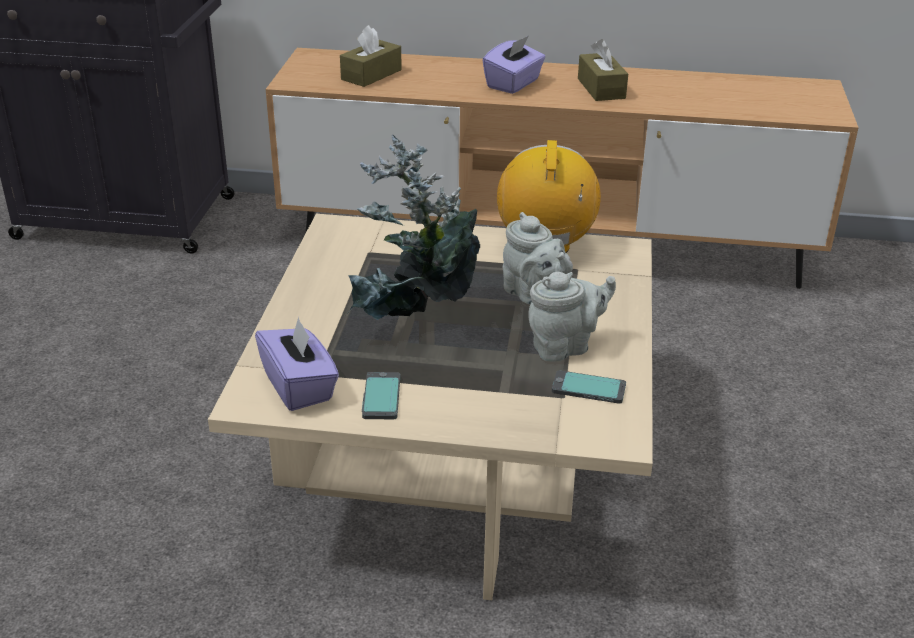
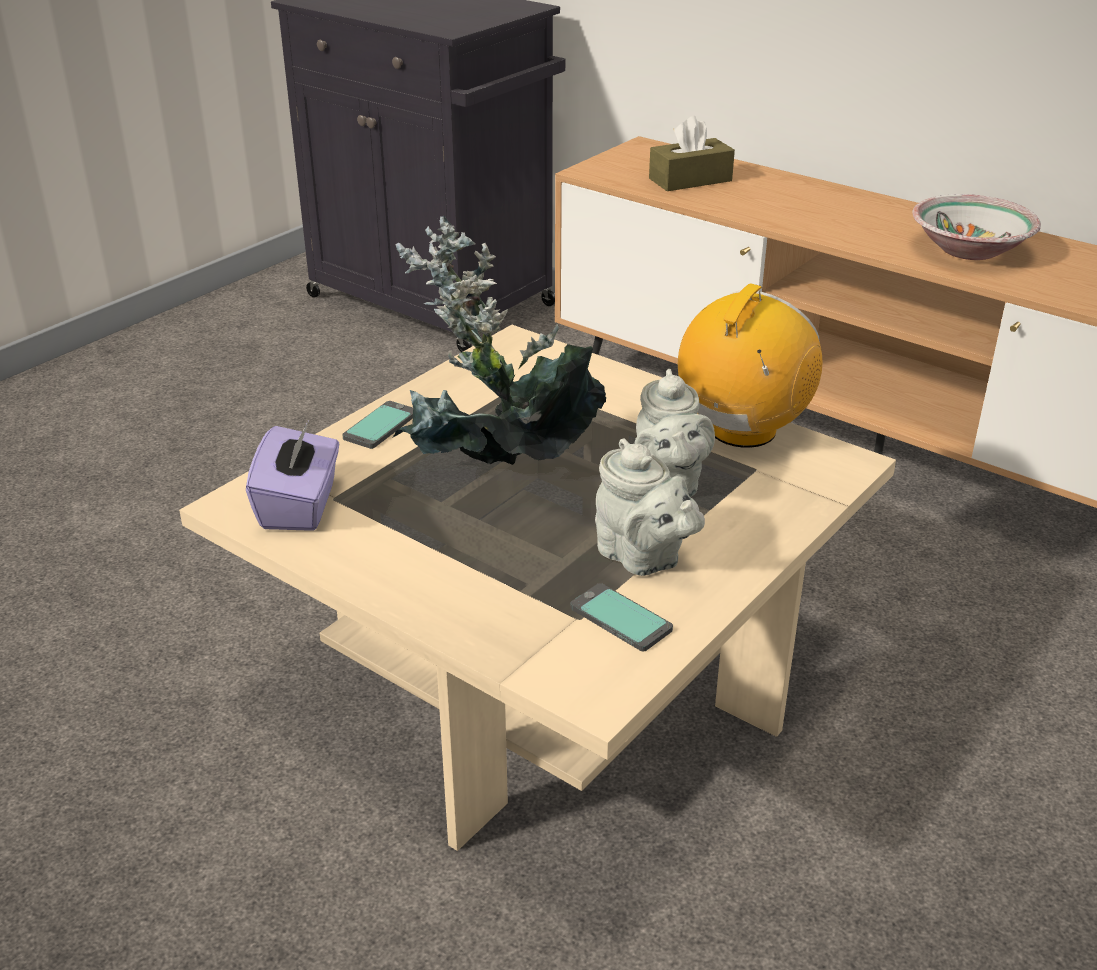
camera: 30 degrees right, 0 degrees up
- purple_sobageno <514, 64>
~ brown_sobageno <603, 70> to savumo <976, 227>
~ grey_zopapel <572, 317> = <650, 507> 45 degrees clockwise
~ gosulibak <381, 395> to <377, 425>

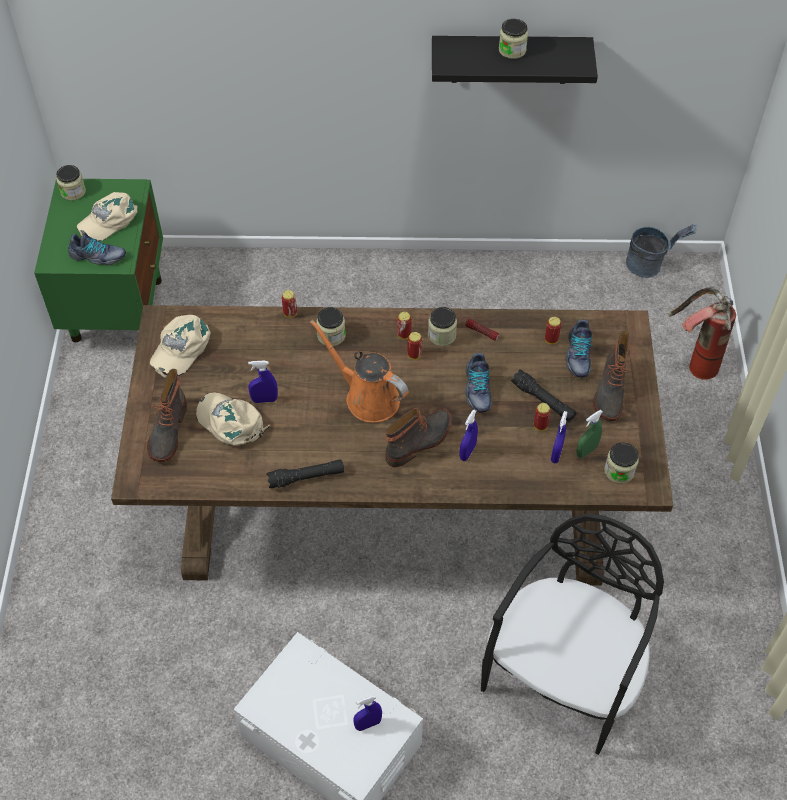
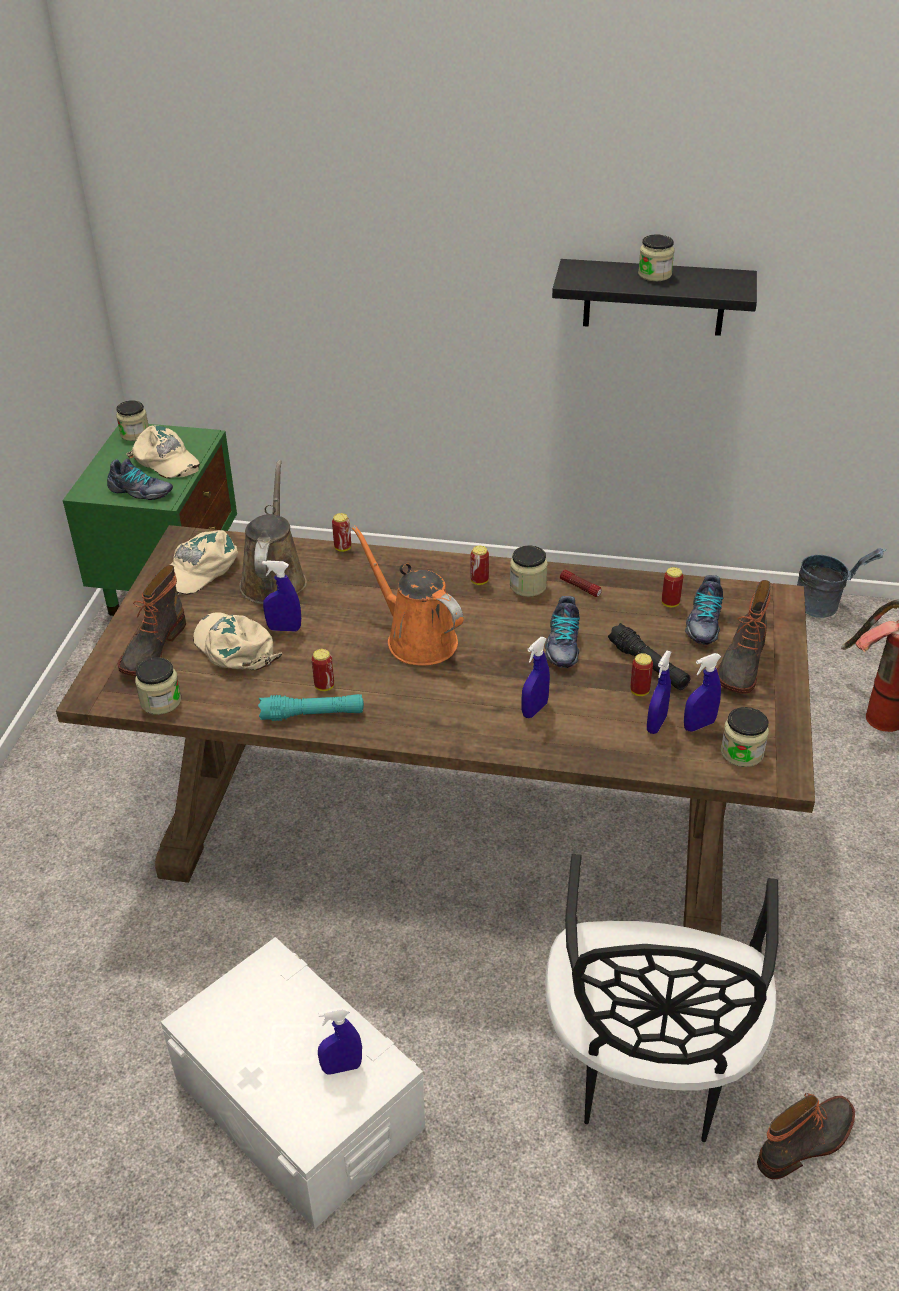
camera: 10 degrees right, 15 degrees down
~ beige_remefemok <107, 216> = <163, 452> 105 degrees counterclockwise
~ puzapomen <331, 326> to <158, 686>
~ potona <414, 346> to <323, 670>
~ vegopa <418, 438> to <806, 1136>
~ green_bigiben <589, 434> to blue_bigiben <702, 692>
~ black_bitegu <305, 473> to turquoise_bitegu <311, 707>
~ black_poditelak <572, 634> = <661, 998> 150 degrees clockwise
+ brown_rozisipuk <273, 532>

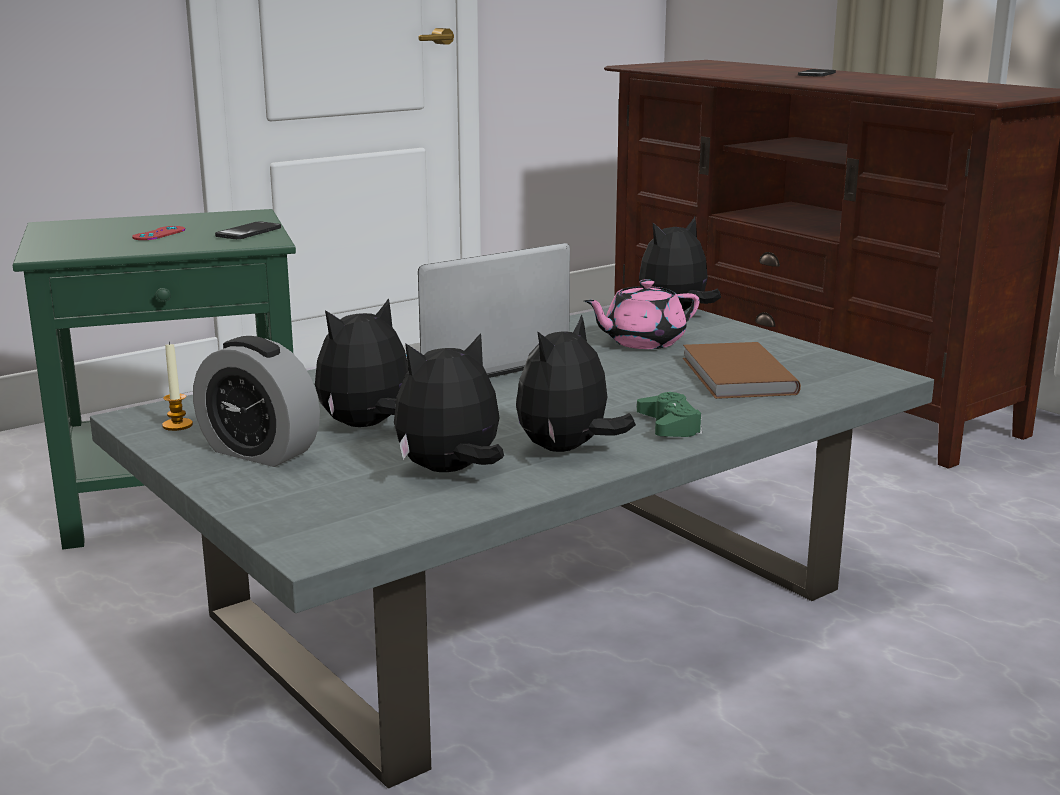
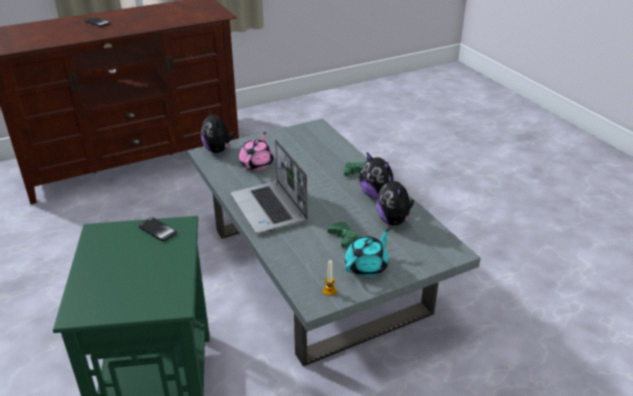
camera: 80 degrees left, 15 degrees up
- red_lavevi <158, 233>
~ pink_zopapel <641, 314> = <256, 151> 150 degrees counterclockwise
~ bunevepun <362, 362> to green_lavevi <342, 235>
~ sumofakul <256, 401> to turquoise_zopapel <367, 253>
- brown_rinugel <742, 370>

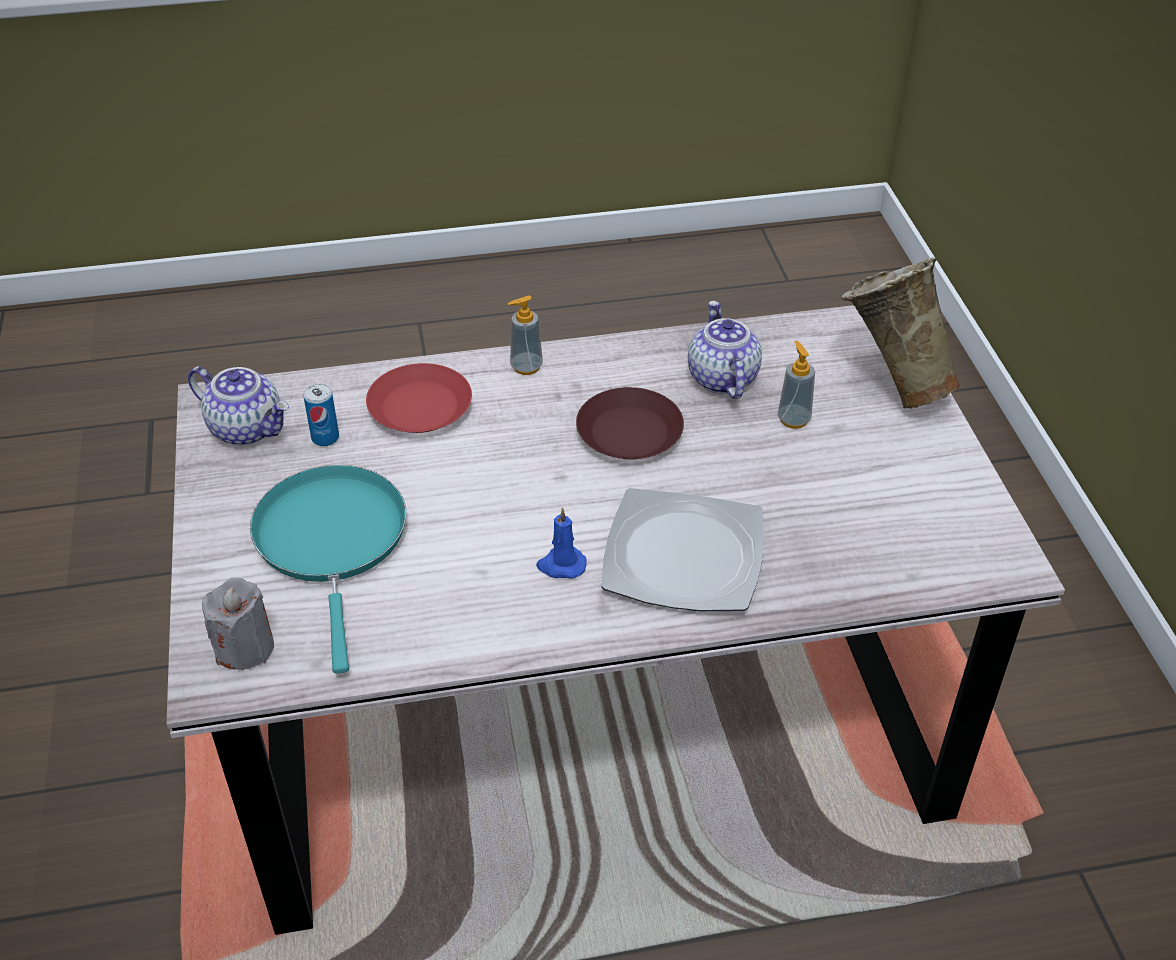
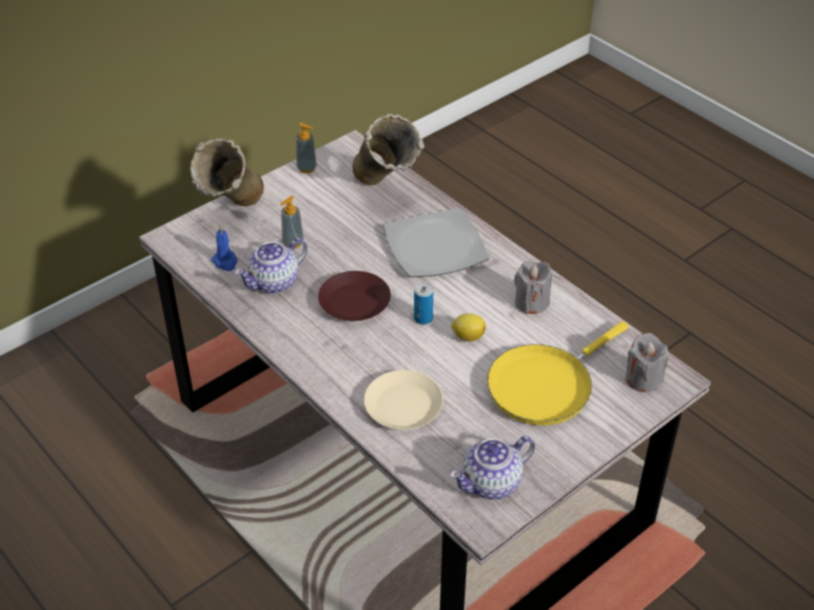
camera: 120 degrees left, 0 degrees up
~ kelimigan <525, 335> to <306, 148>
~ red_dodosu <419, 398> to beige_dodosu <403, 400>
~ zopapel <238, 405> = <492, 468> 120 degrees counterclockwise
~ potona <321, 415> to <423, 304>
~ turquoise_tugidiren <328, 569> to yellow_tugidiren <558, 373>
~ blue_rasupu <561, 543> to <224, 248>
+ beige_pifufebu <388, 150>
+ grey_rasupu <533, 287>
+ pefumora <468, 327>

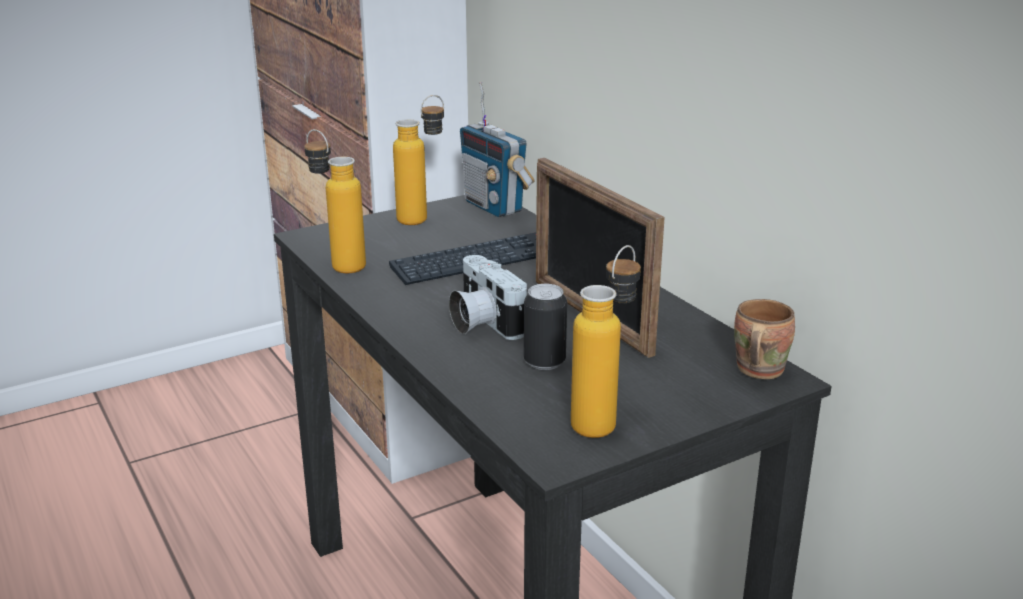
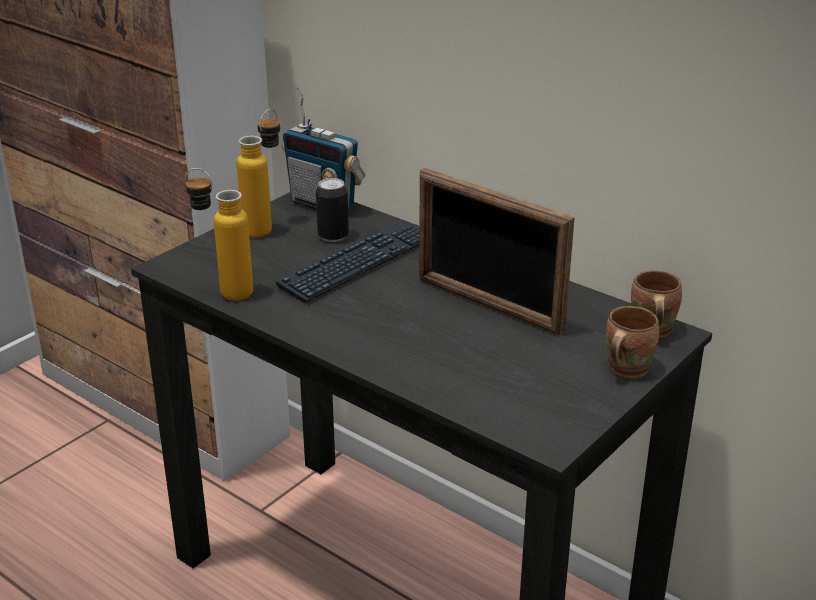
camera: 20 degrees left, 5 degrees up
- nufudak <606, 341>
- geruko <488, 297>
~ potona <545, 327> to <332, 210>
+ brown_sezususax <632, 342>

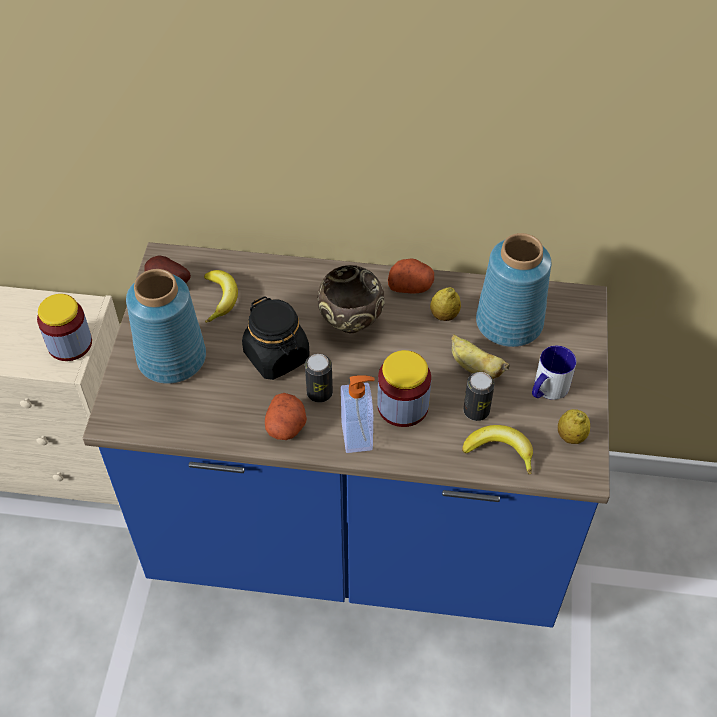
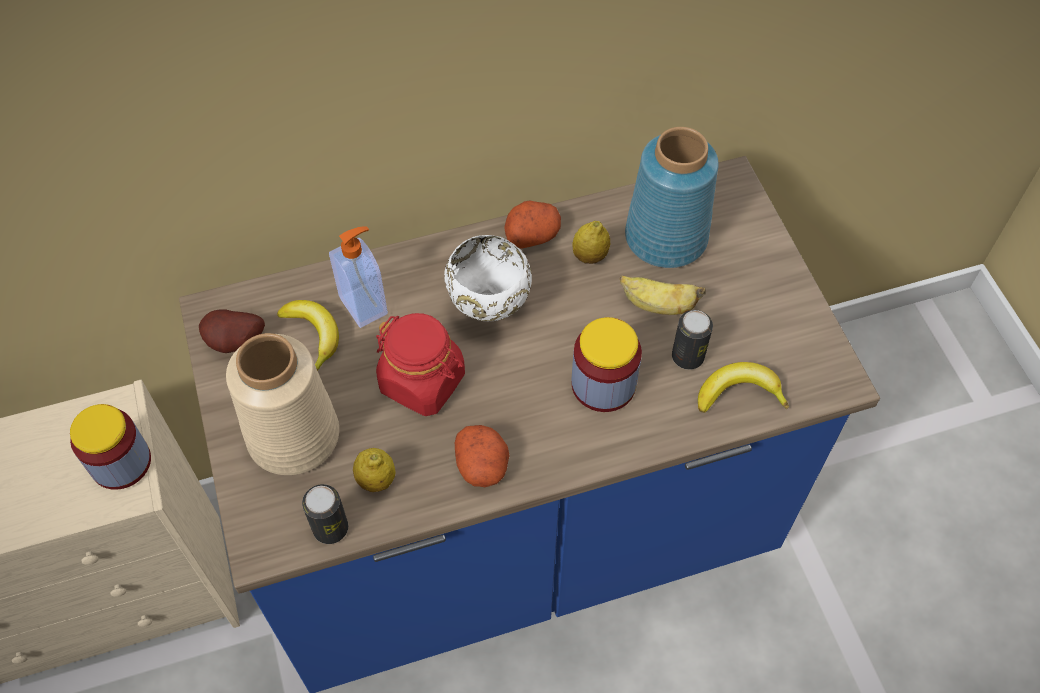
camera: 25 degrees left, 5 degrees up
~ brown_savumo <351, 299> to white_savumo <488, 278>
~ blue_pifufebu <166, 326> to beige_pifufebu <282, 404>
~ black_puzapomen <276, 338> to red_puzapomen <420, 364>
- sezususax <554, 373>
~ potona <319, 378> to <325, 514>
~ kelimigan <358, 414> to <358, 277>
~ pefumora <574, 426> to <374, 470>

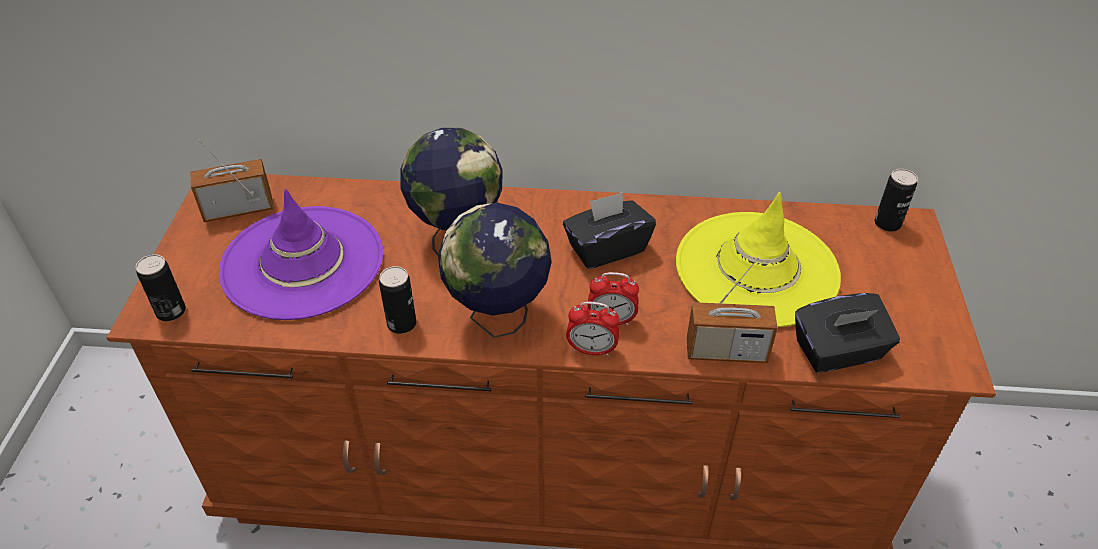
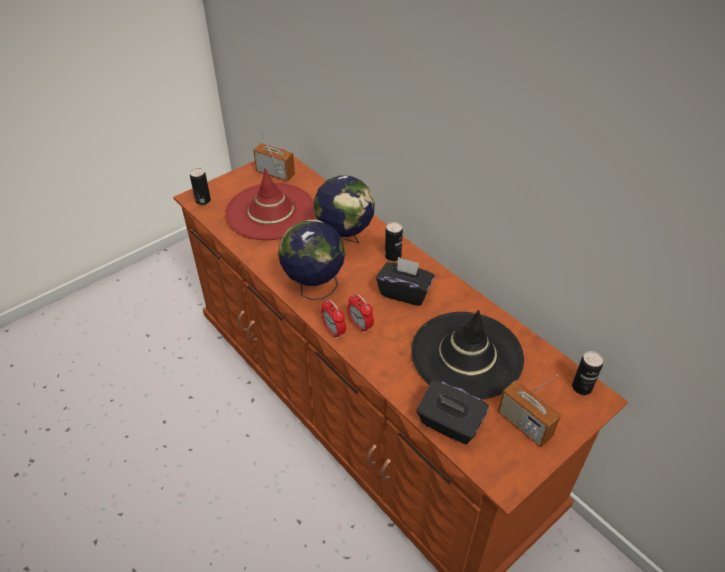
camera: 45 degrees right, 0 degrees up
~ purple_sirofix <301, 254> to red_sirofix <270, 204>
~ yellow_sirofix <758, 259> to black_sirofix <467, 355>
~ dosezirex <732, 310> to <529, 411>
~ potona <397, 300> to <394, 241>

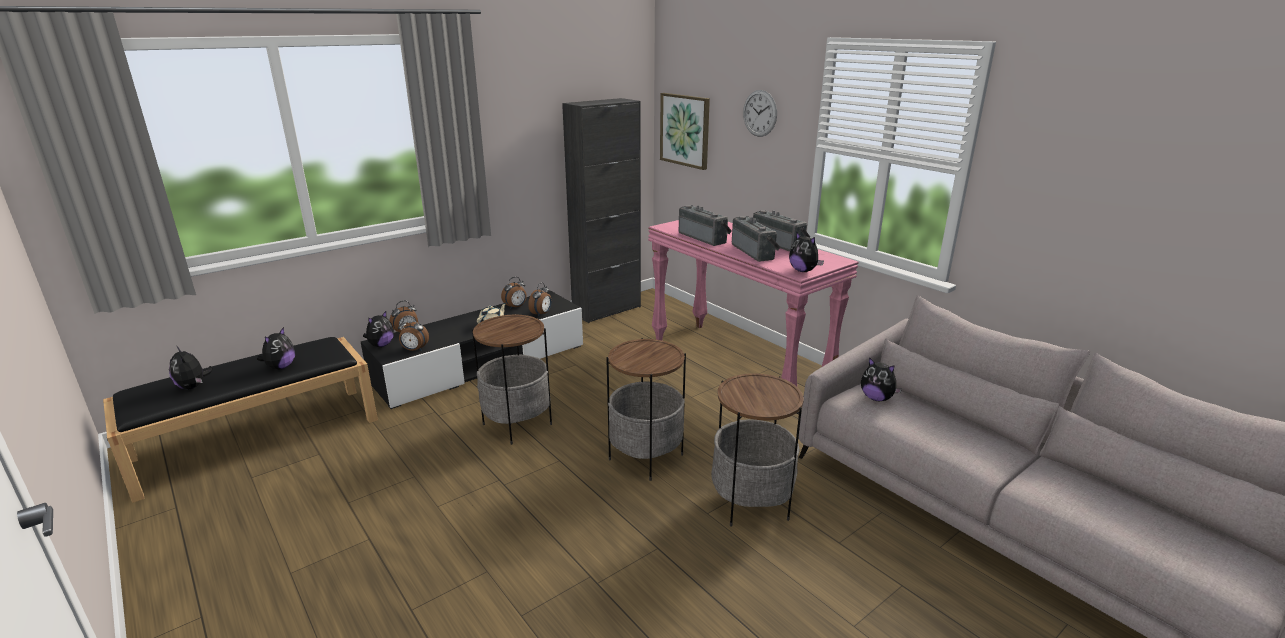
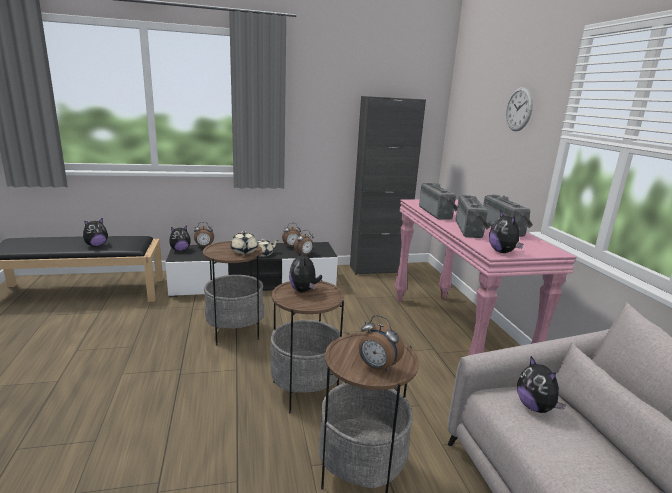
camera: 25 degrees right, 5 degrees down
- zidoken <685, 131>
~ sumofakul <413, 333> to <381, 343>
~ bunevepun <191, 367> to <305, 270>
+ beige_zopapel <244, 242>

